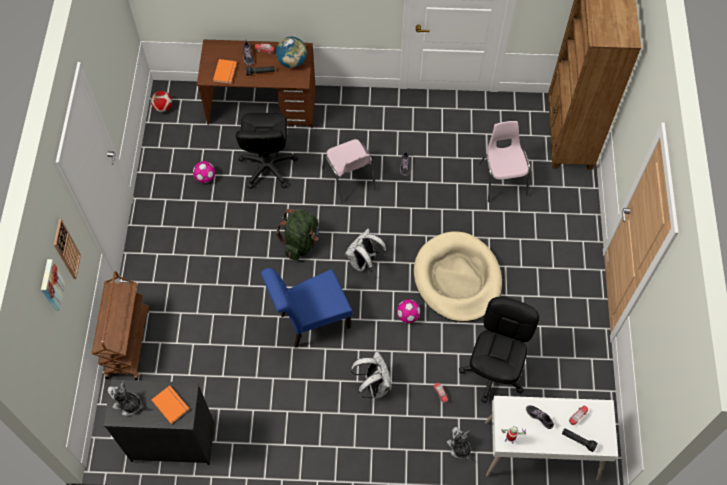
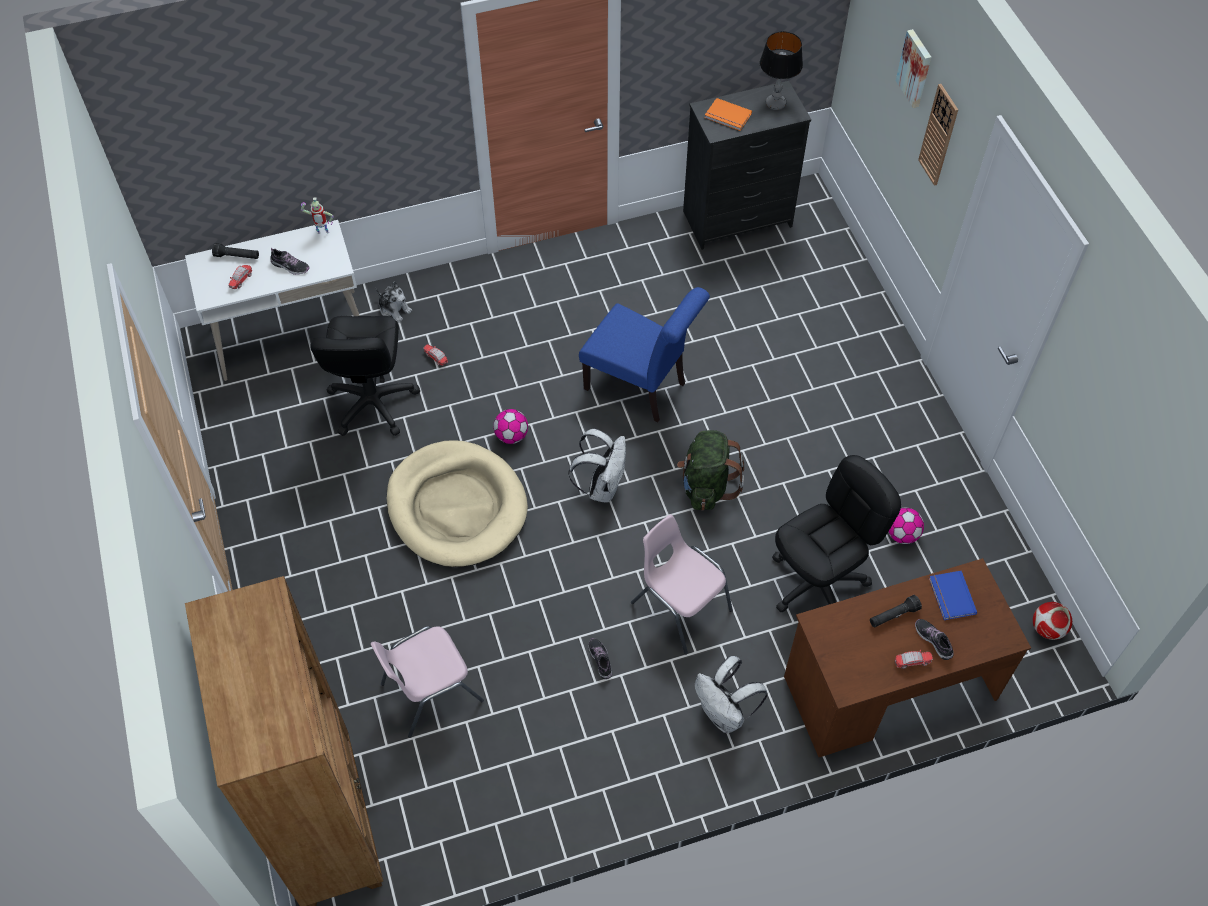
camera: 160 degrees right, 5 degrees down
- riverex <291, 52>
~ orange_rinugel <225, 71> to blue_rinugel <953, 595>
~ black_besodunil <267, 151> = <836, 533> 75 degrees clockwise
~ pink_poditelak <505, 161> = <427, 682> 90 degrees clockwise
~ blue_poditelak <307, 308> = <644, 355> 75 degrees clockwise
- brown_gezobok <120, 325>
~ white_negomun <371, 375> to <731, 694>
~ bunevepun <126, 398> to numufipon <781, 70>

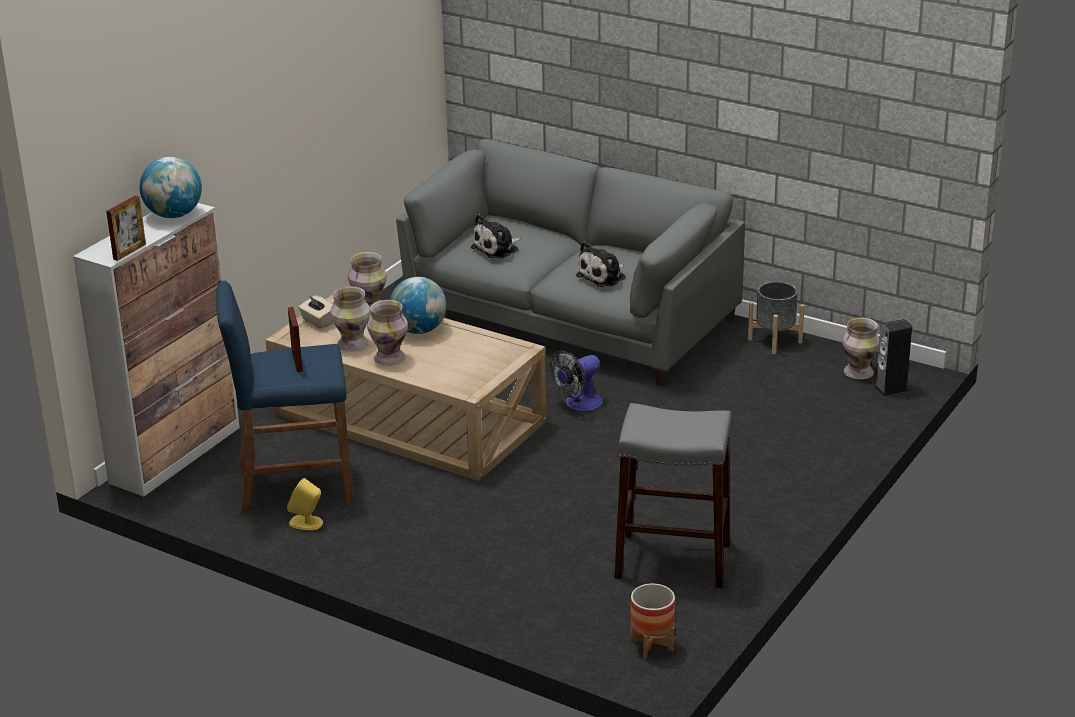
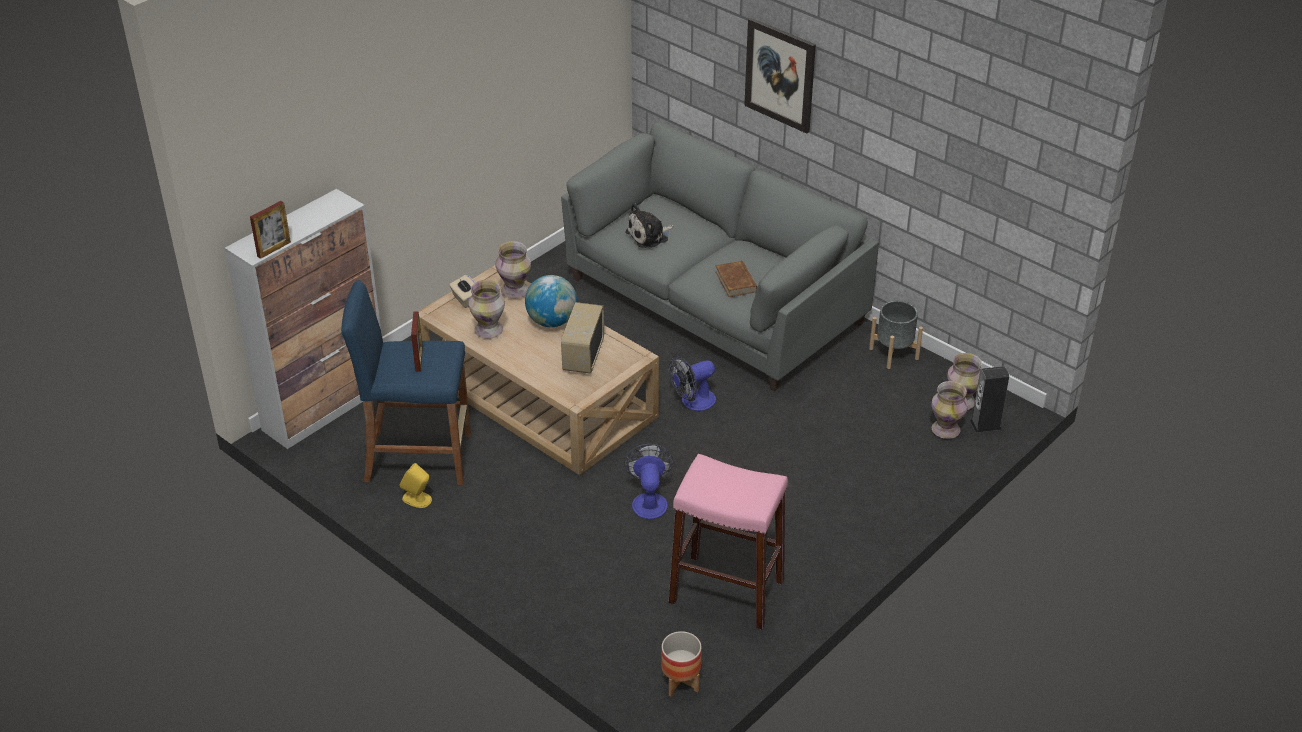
camera: 10 degrees right, 10 degrees up
- riverex <171, 187>
~ bunevepun <601, 264> to brown_rinugel <736, 279>
~ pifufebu <387, 333> to <949, 410>
~ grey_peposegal <673, 496> to pink_peposegal <728, 542>
+ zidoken <780, 76>
+ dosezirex <582, 338>
+ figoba <648, 481>

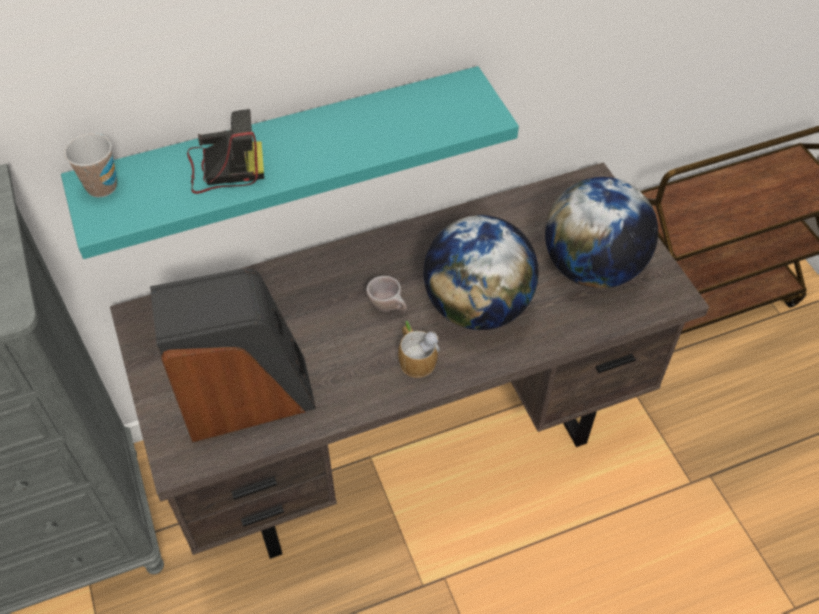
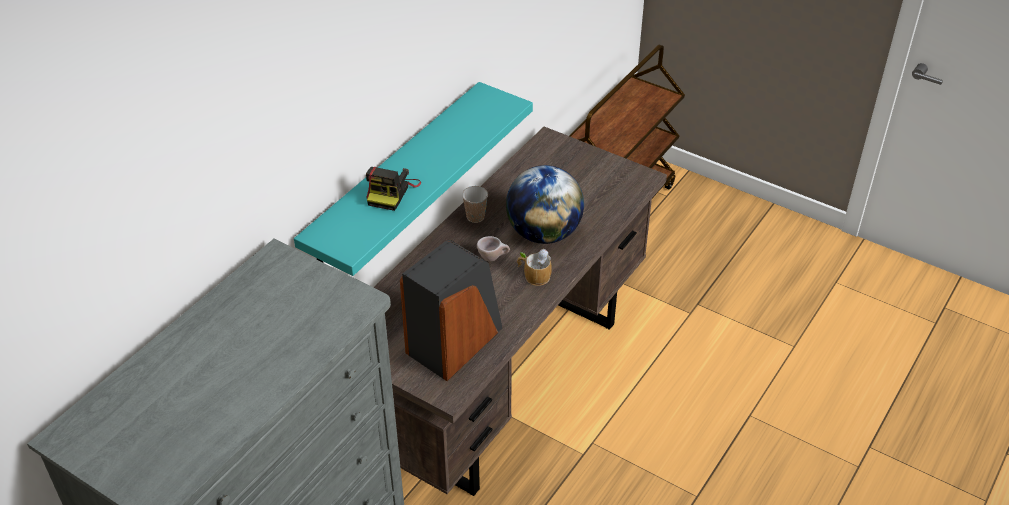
camera: 35 degrees left, 10 degrees down
~ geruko <225, 151> = <393, 189> 150 degrees clockwise
~ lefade <90, 165> to <475, 204>
- riverex <601, 232>

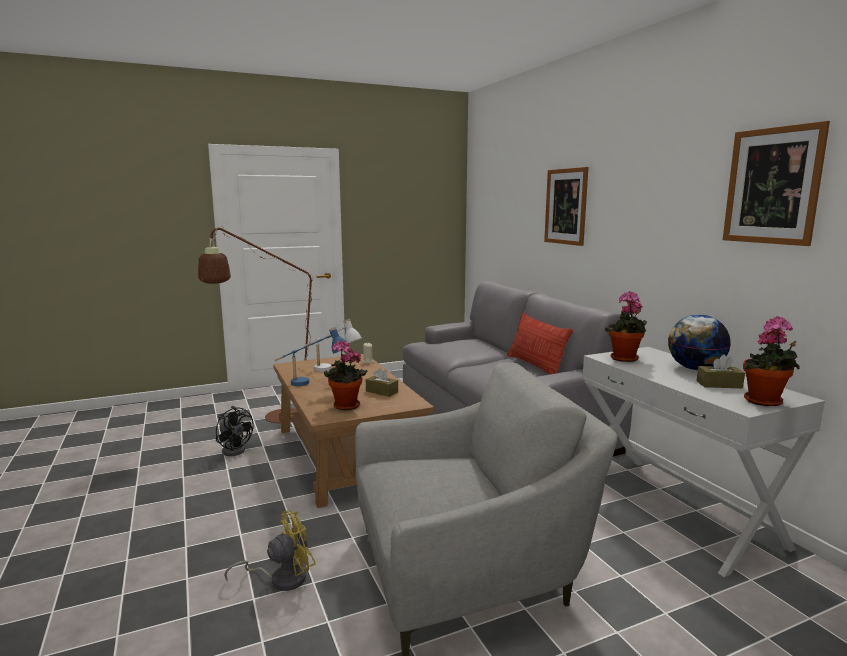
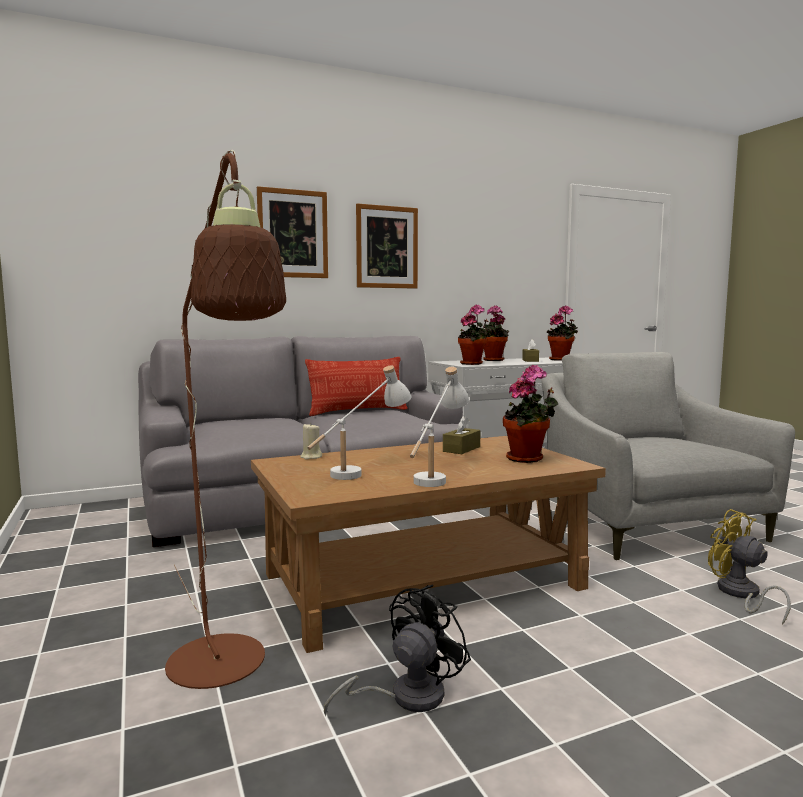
camera: 90 degrees left, 5 degrees down
~ zidoken <776, 183> to <387, 246>
~ riverex <699, 342> to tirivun <496, 333>
~ blue_numufipon <310, 356> to white_numufipon <439, 427>

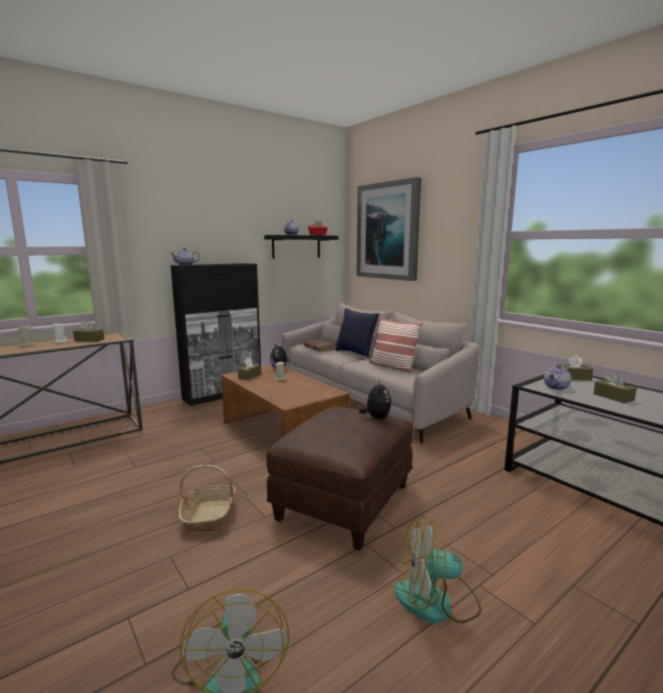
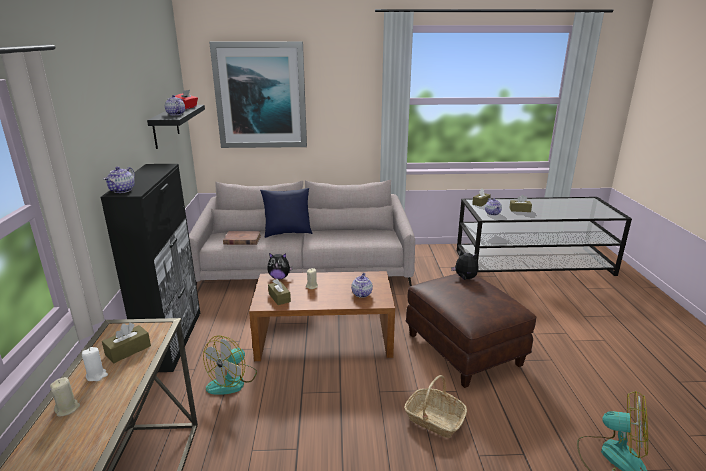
camera: 55 degrees left, 10 degrees up
- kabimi <395, 344>
~ figoba <438, 570> to <230, 365>
+ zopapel <362, 285>

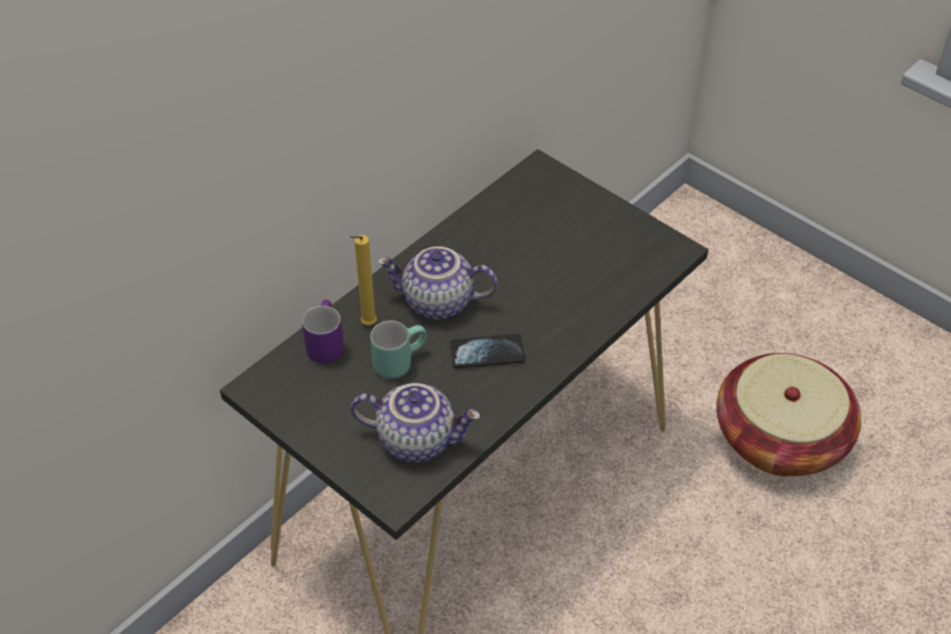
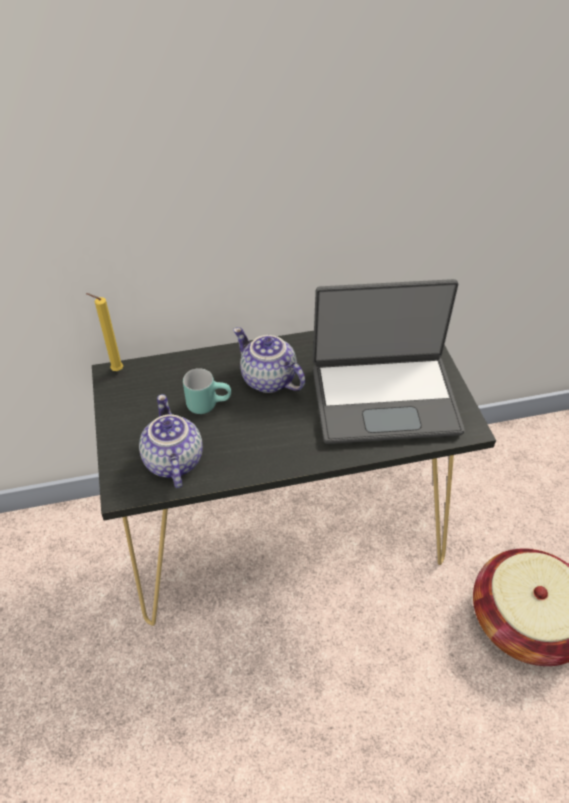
camera: 35 degrees right, 0 degrees up
~ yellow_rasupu <363, 280> to <104, 332>
- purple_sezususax <323, 332>
- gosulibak <487, 351>
~ zopapel <415, 422> = <171, 441> 150 degrees counterclockwise
+ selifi <389, 361>

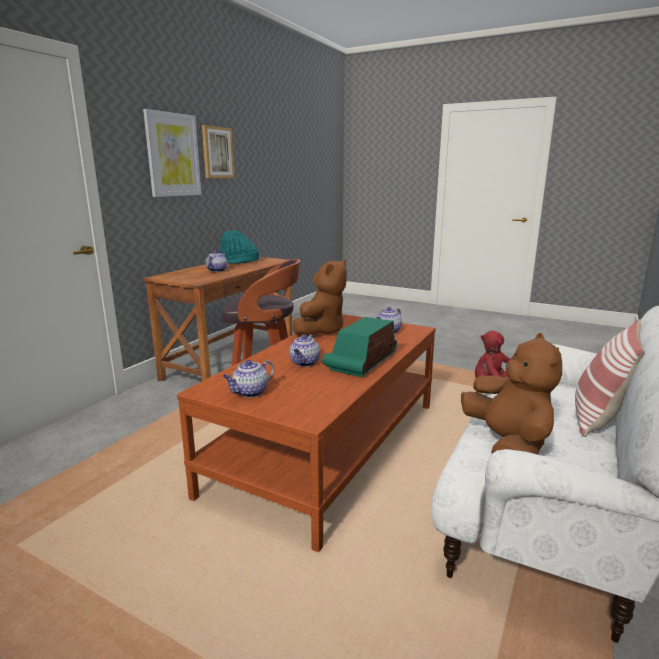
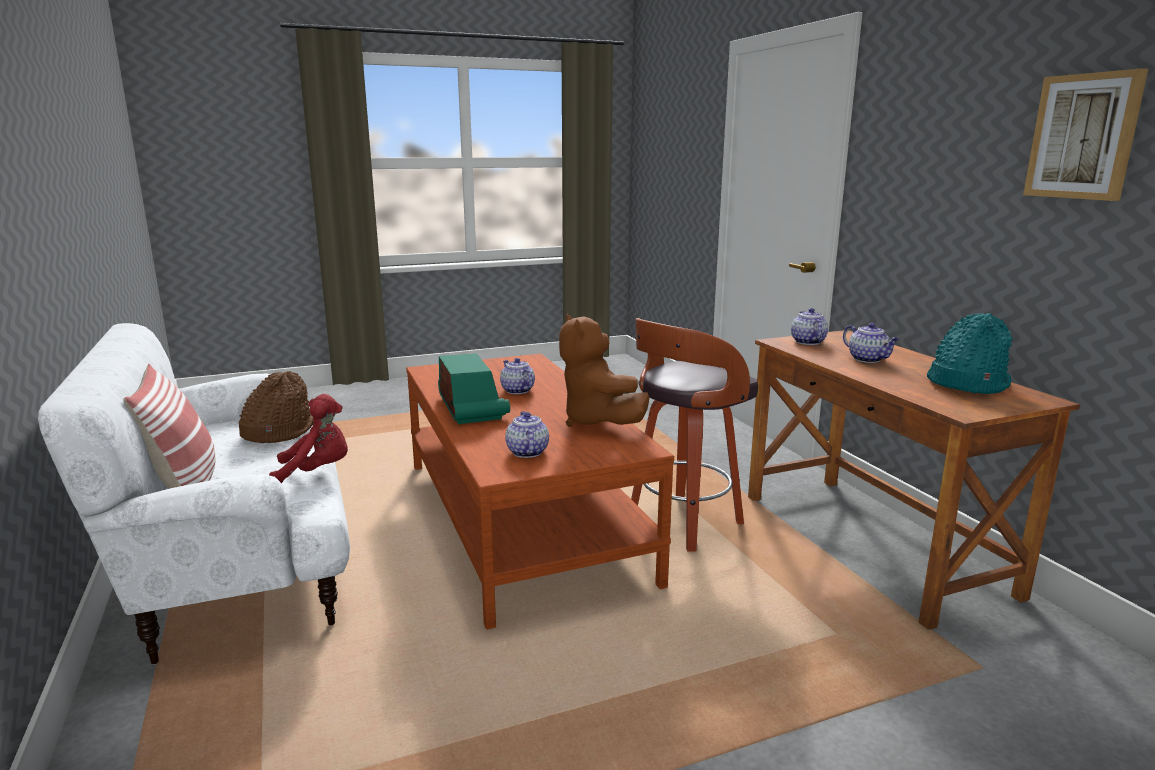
camera: 130 degrees right, 0 degrees up
- zidoken <172, 153>
~ brown_bunevepun <511, 393> to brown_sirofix <276, 407>
~ zopapel <248, 379> to <809, 326>

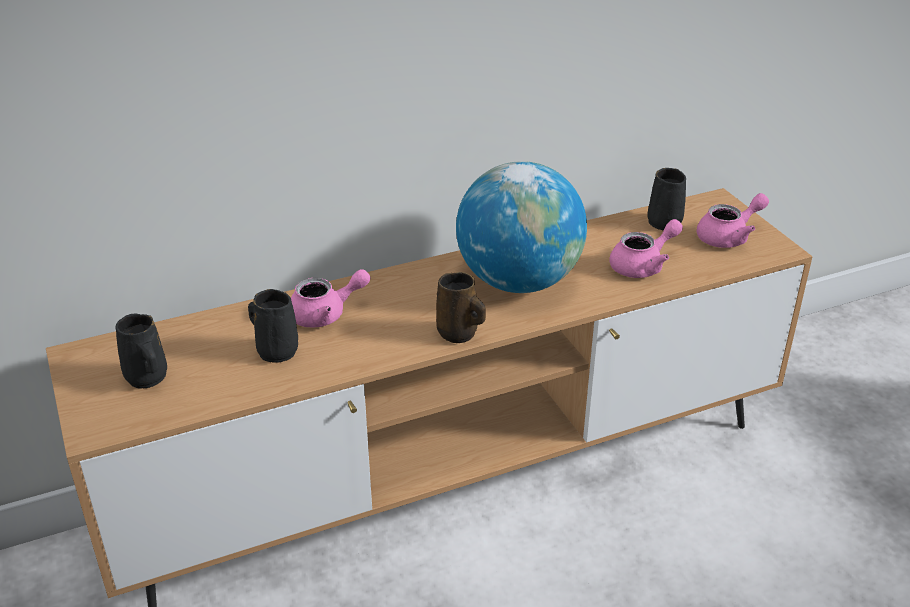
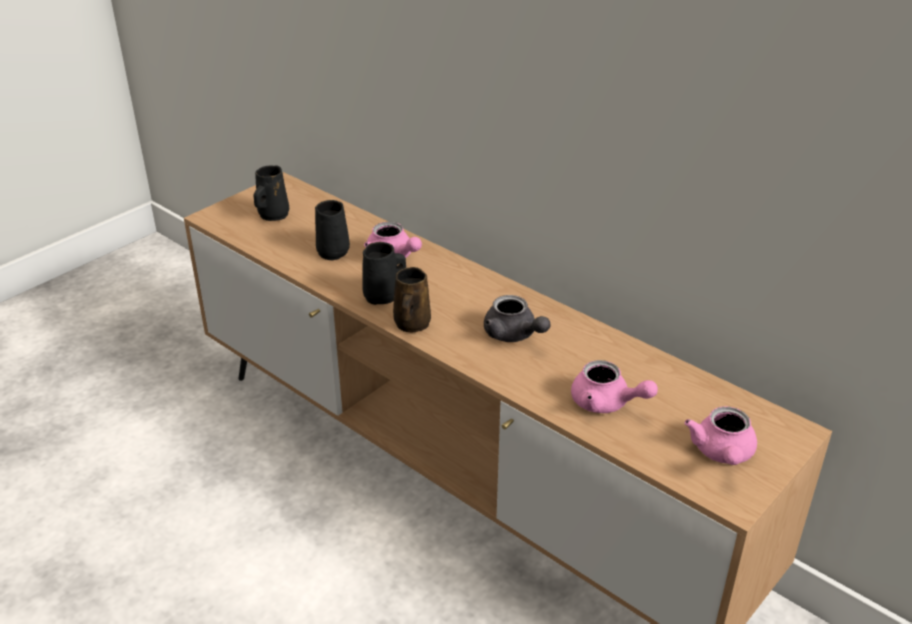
camera: 65 degrees right, 0 degrees up
~ riverex <521, 227> to grey_zopapel <517, 318>
~ black_sezususax <666, 199> to <384, 273>
~ pink_zopapel <733, 220> = <720, 436> 60 degrees clockwise

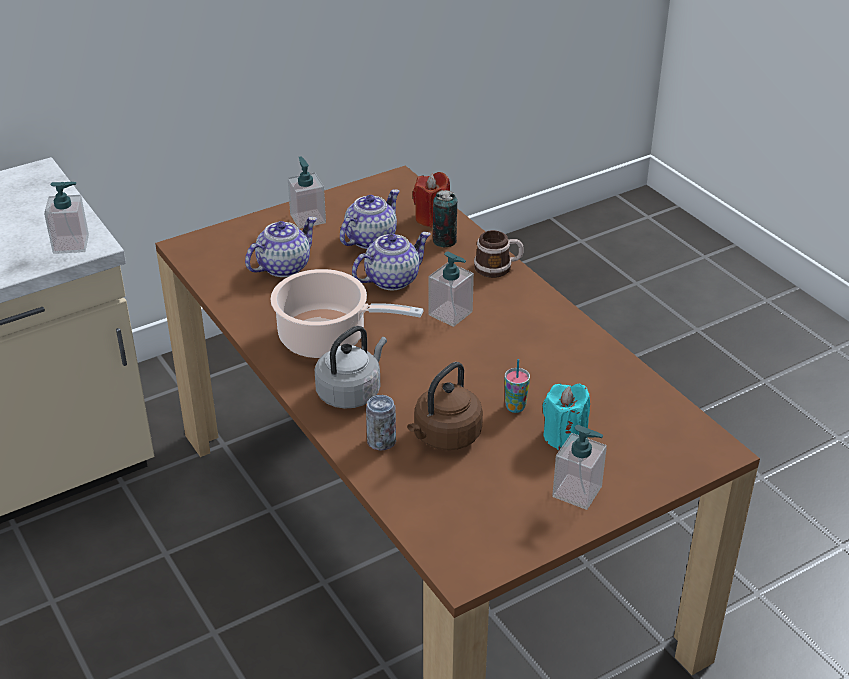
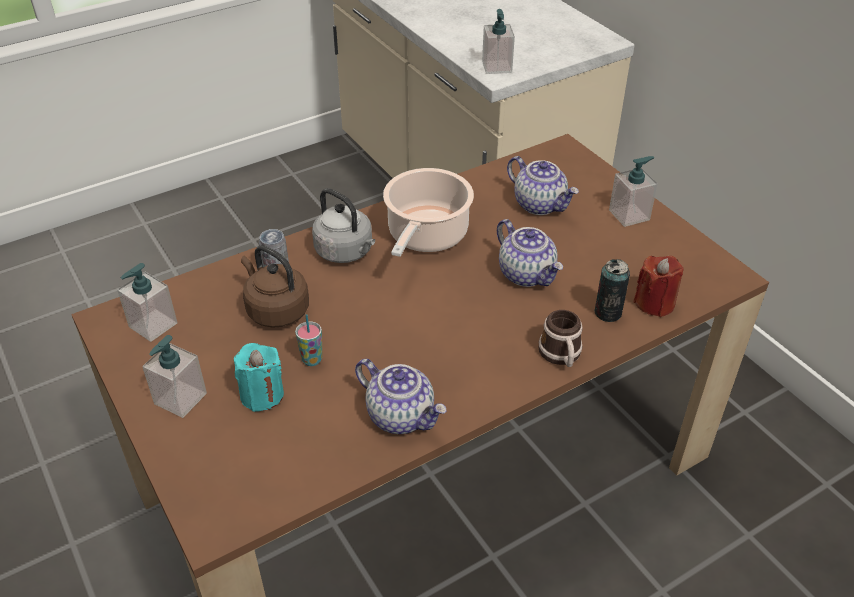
camera: 90 degrees right, 5 degrees up
~ zopapel <369, 219> to <401, 396>
~ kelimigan <451, 289> to <147, 302>

